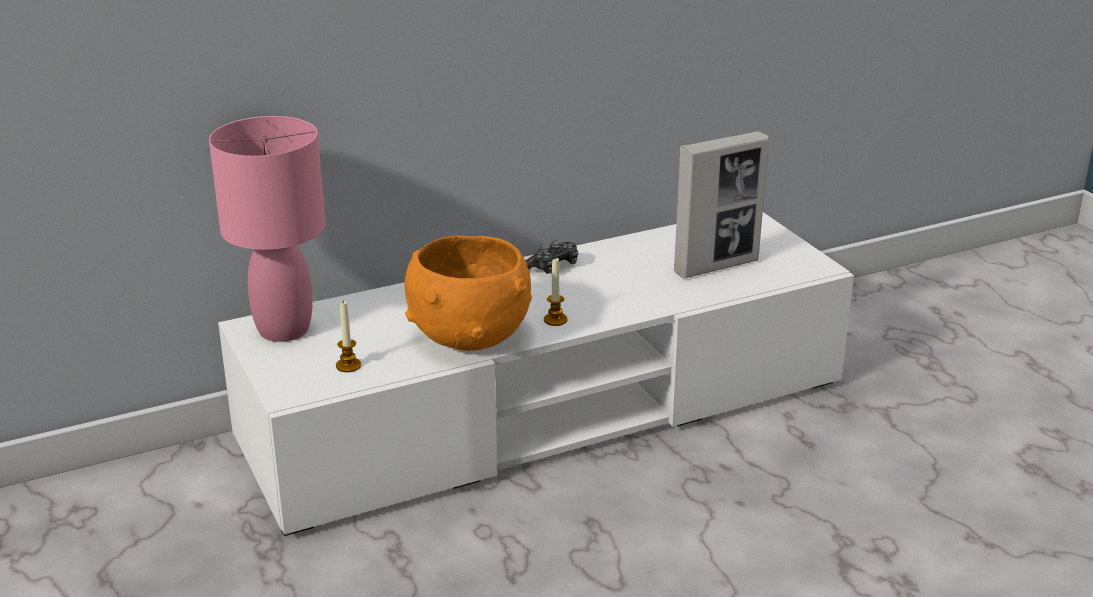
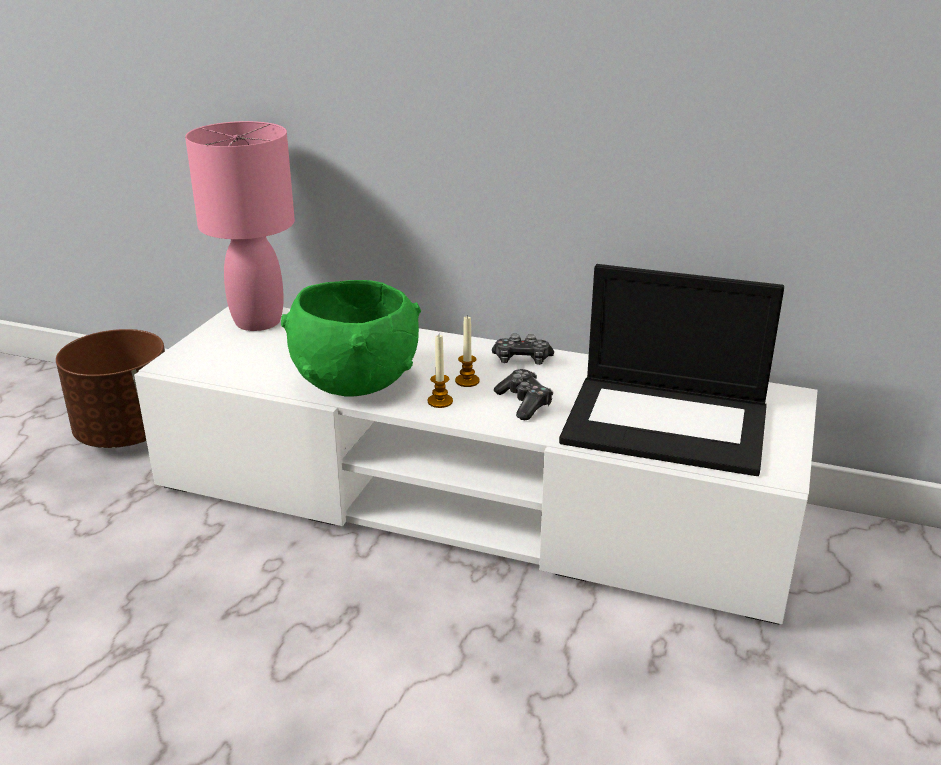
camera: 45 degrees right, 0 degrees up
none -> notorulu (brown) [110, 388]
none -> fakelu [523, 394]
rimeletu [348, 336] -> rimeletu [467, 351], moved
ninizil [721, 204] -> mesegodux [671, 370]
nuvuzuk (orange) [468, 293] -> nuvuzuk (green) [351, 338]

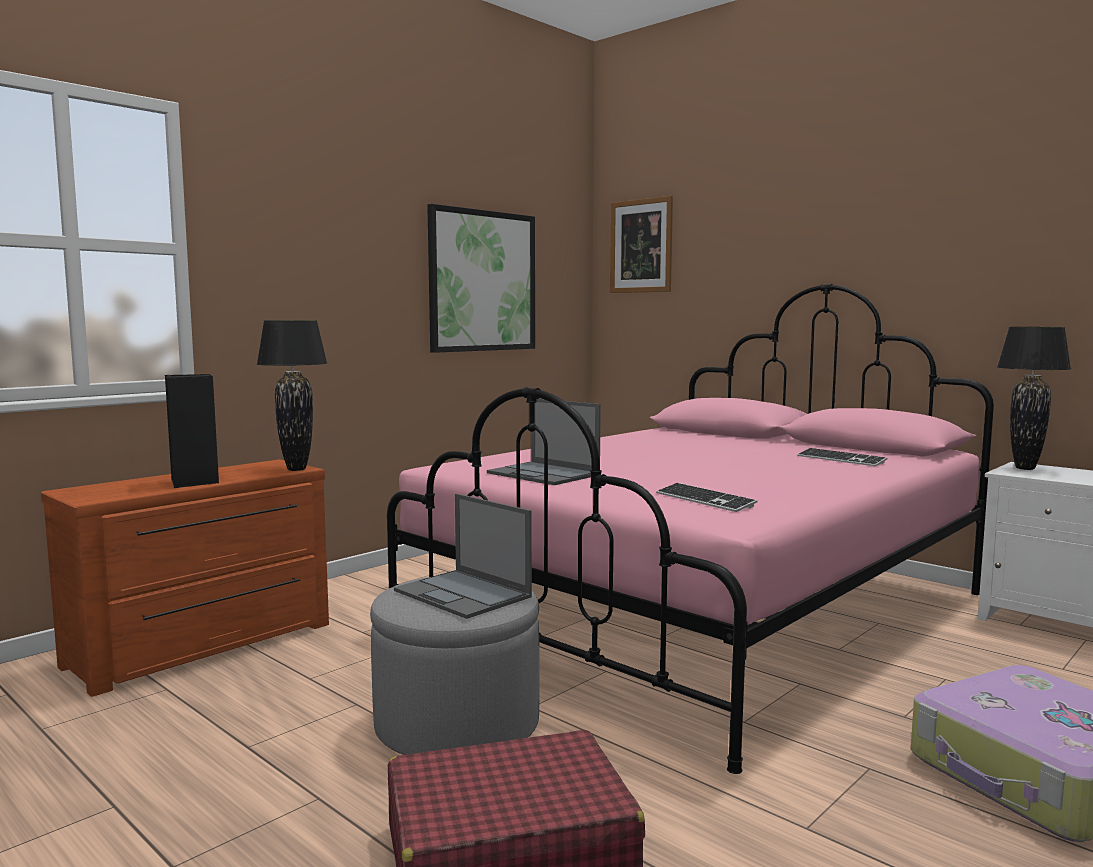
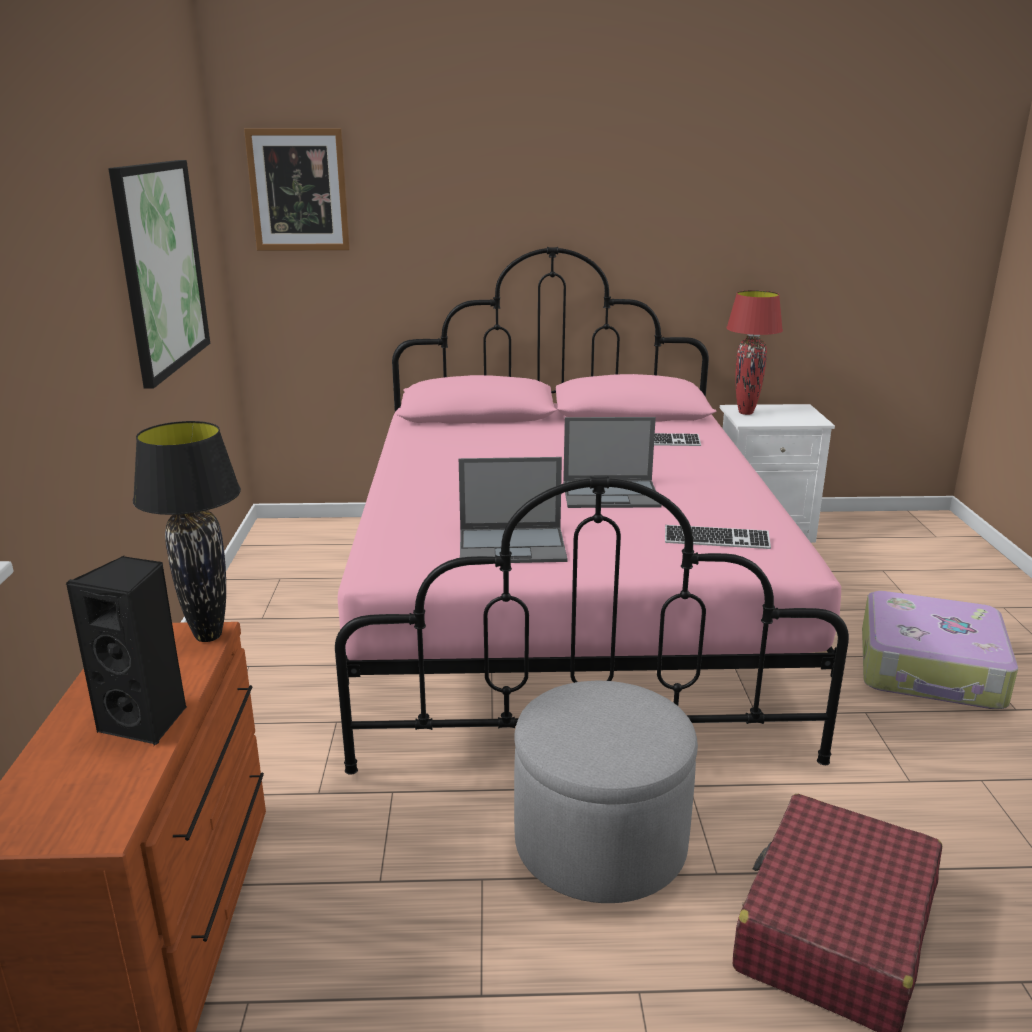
camera: 45 degrees left, 15 degrees up
mesegodux [463, 556] -> mesegodux [612, 462], moved
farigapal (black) [1034, 398] -> farigapal (red) [754, 352]

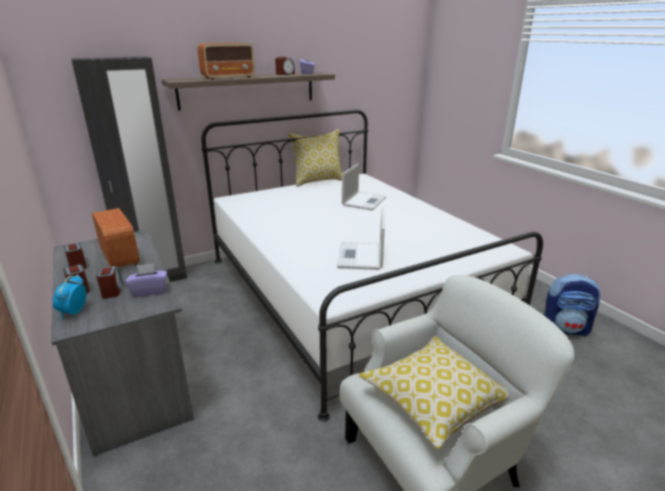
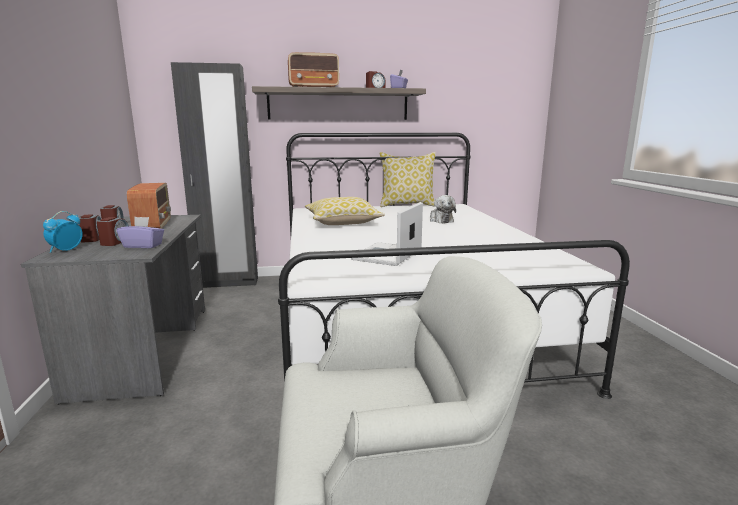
camera: 20 degrees right, 10 degrees down
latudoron [572, 305] -> none
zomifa [434, 392] -> zomifa [345, 211], moved
mesegodux [364, 187] -> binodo [443, 209]

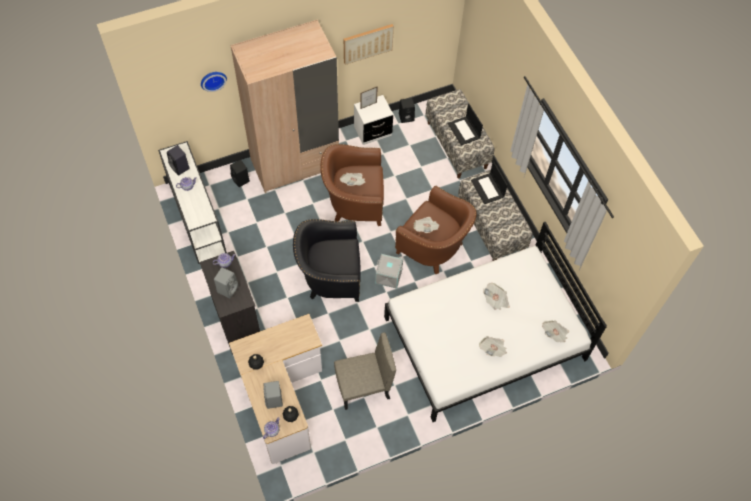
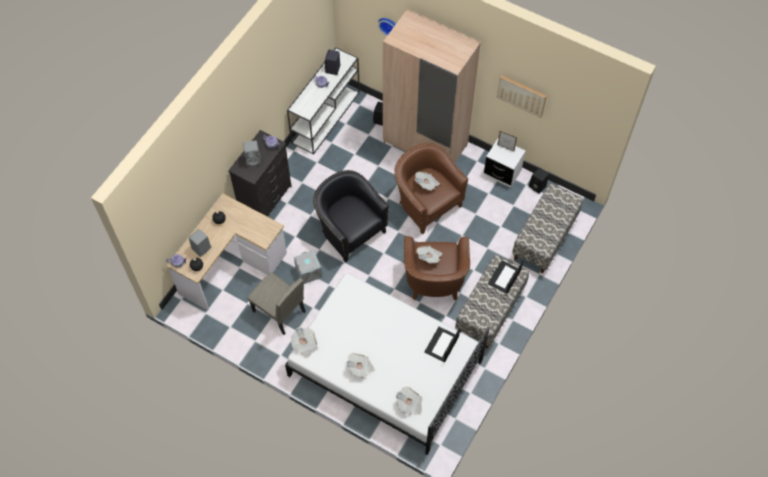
camera: 55 degrees right, 0 degrees up
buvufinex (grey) [389, 271] -> buvufinex (grey) [308, 267], moved
mesegodux [465, 125] -> mesegodux [442, 344], moved
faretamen [496, 296] -> faretamen [304, 343], moved

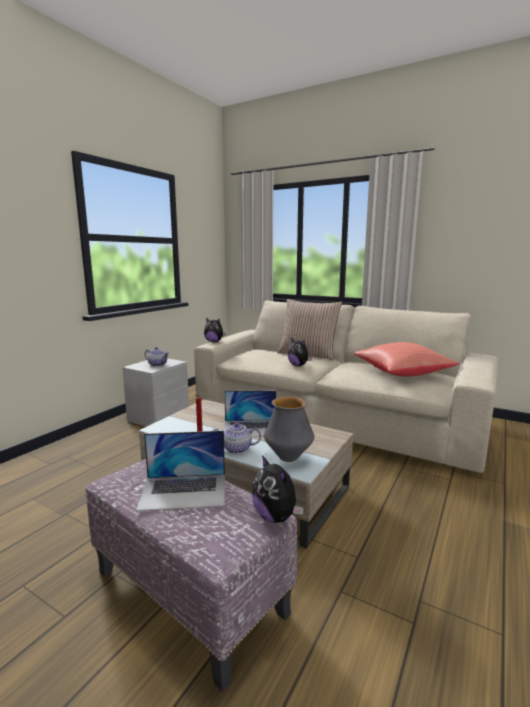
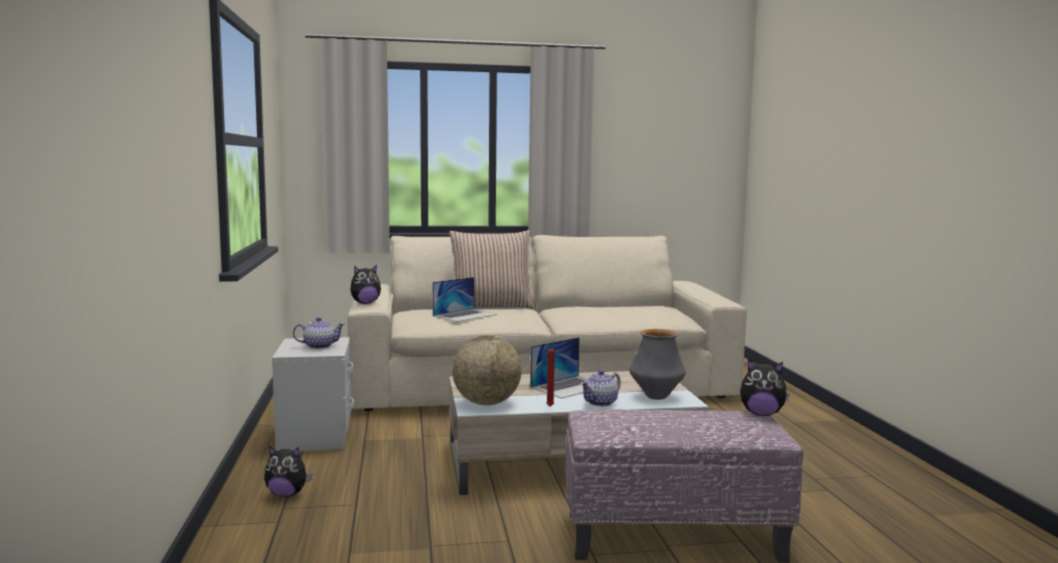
camera: 40 degrees left, 5 degrees down
zomifa (red) [406, 359] -> none
none -> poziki [487, 370]
mesegodux [180, 471] -> mesegodux [465, 299], moved
binodo [300, 352] -> binodo [288, 471], moved

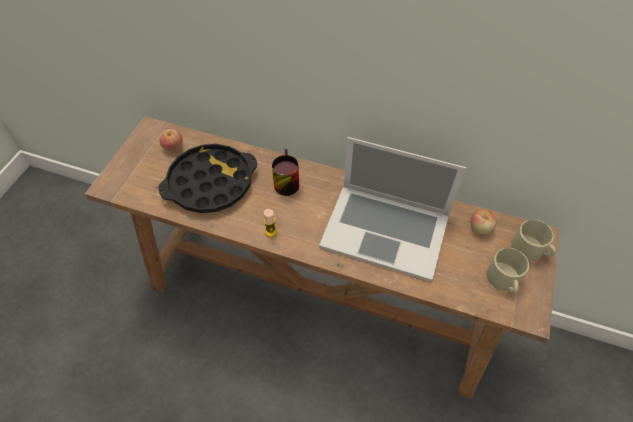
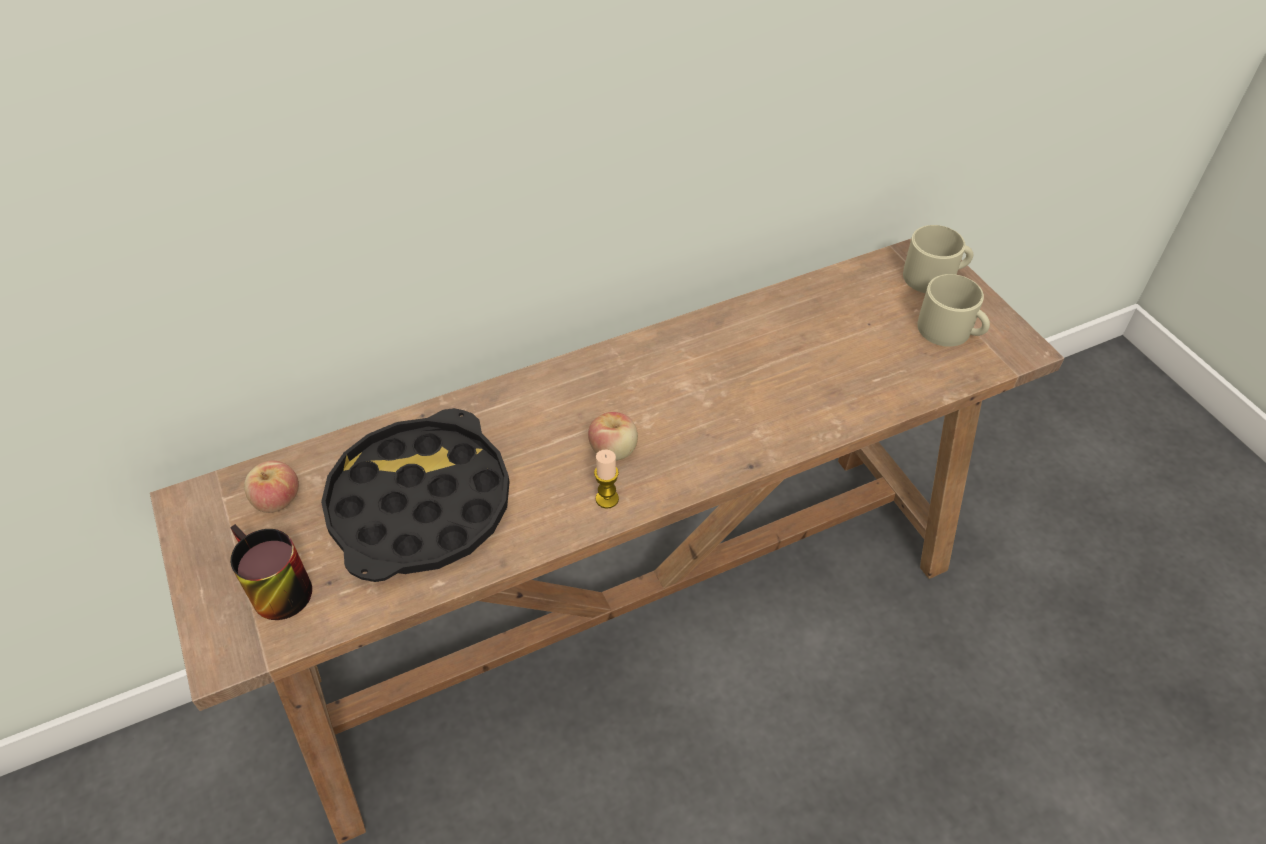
camera: 45 degrees left, 5 degrees down
mesegodux [392, 209] -> none
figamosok [285, 172] -> figamosok [271, 572], moved
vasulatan [483, 222] -> vasulatan [613, 436], moved

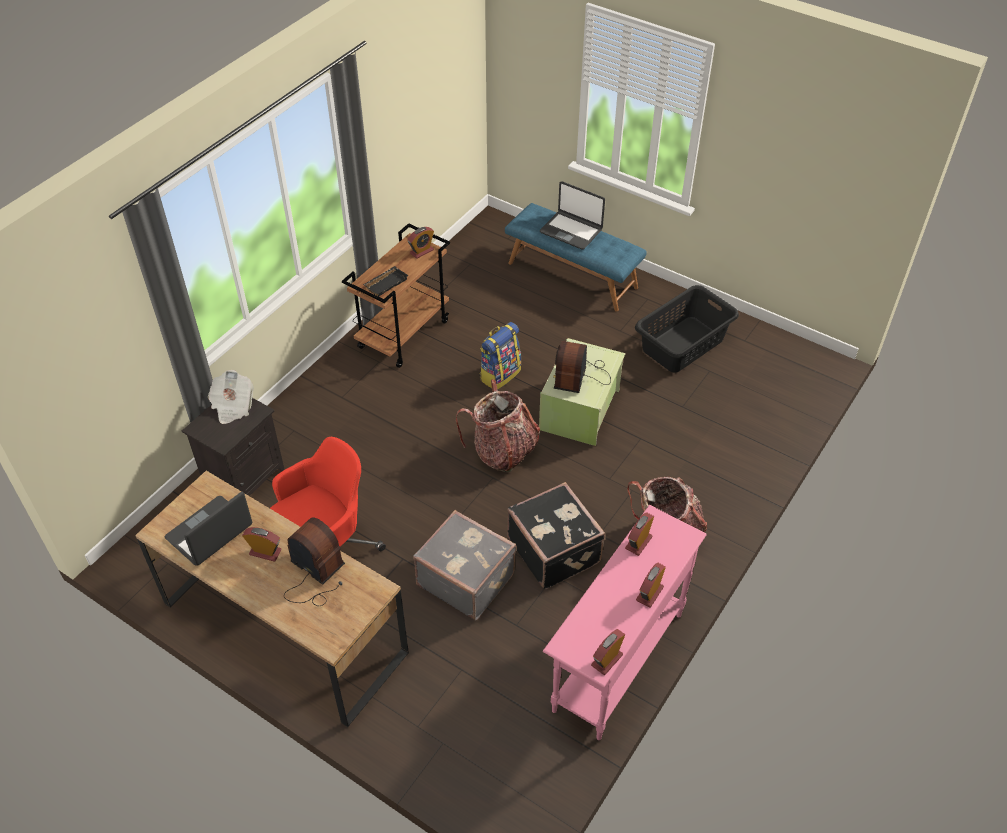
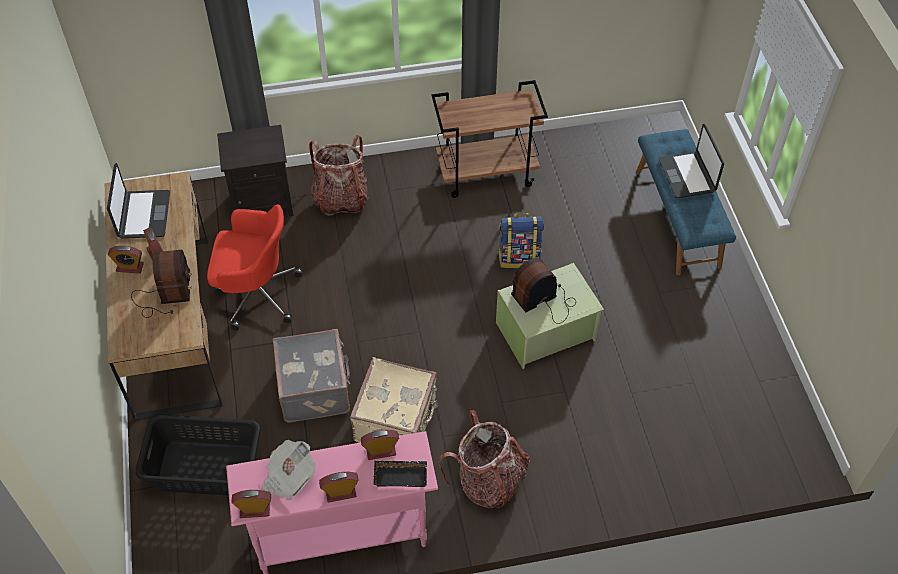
camera: 45 degrees right, 5 degrees up
faretamen [231, 397] -> faretamen [289, 470], moved
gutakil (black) [386, 281] -> gutakil (black) [400, 473], moved
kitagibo [420, 243] -> kitagibo [126, 259], moved
latudoron [498, 425] -> latudoron [338, 175], moved
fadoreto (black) [687, 329] -> fadoreto (black) [198, 455], moved
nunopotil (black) [556, 535] -> nunopotil (beige) [394, 400]
mesegodux [209, 529] -> mesegodux [138, 201], 90 degrees clockwise

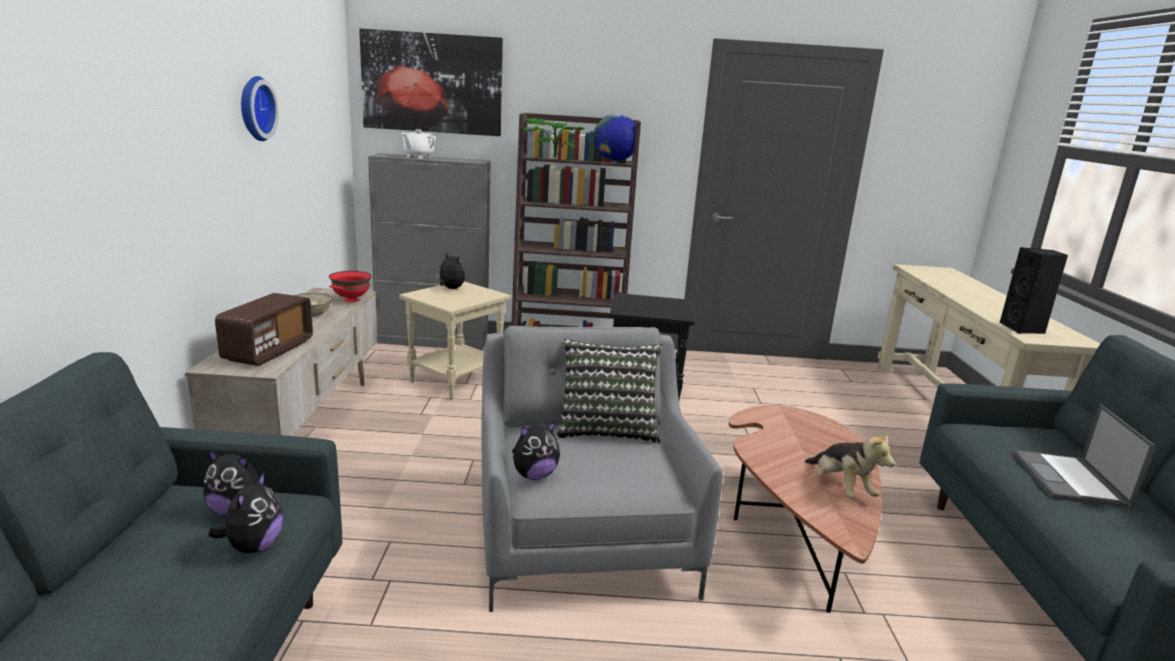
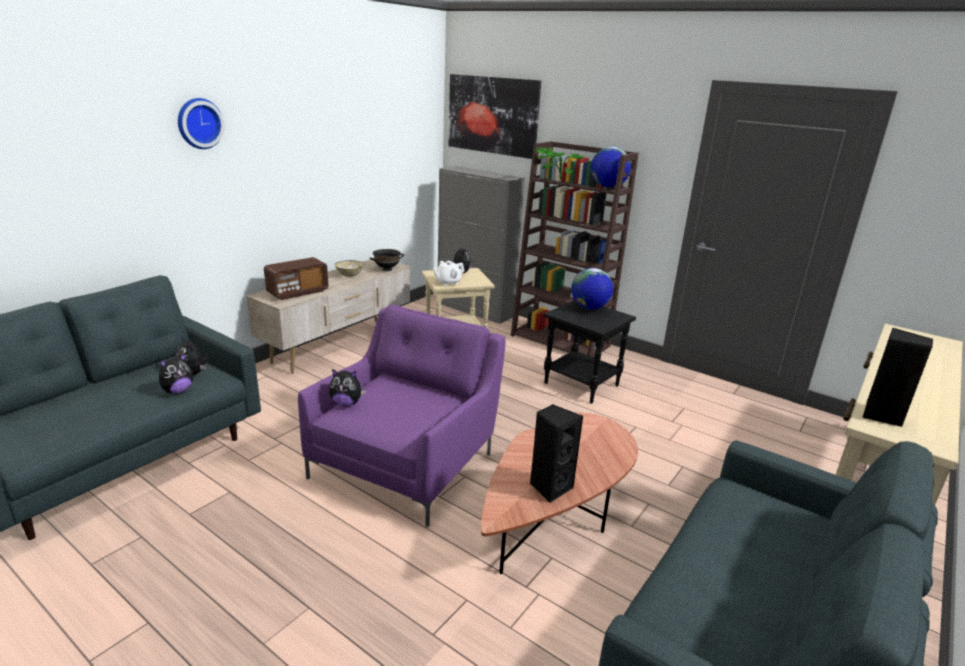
camera: 35 degrees right, 5 degrees up
zomifa [610, 391] -> none
mesegodux [1083, 456] -> none
none -> poziki [592, 289]
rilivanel [260, 108] -> rilivanel [201, 123], moved
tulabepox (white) [418, 144] -> tulabepox (white) [448, 273], moved
binodo [850, 464] -> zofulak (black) [556, 453]
nuvuzuk (red) [350, 286] -> nuvuzuk (black) [386, 260]
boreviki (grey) [602, 469] -> boreviki (purple) [402, 416]

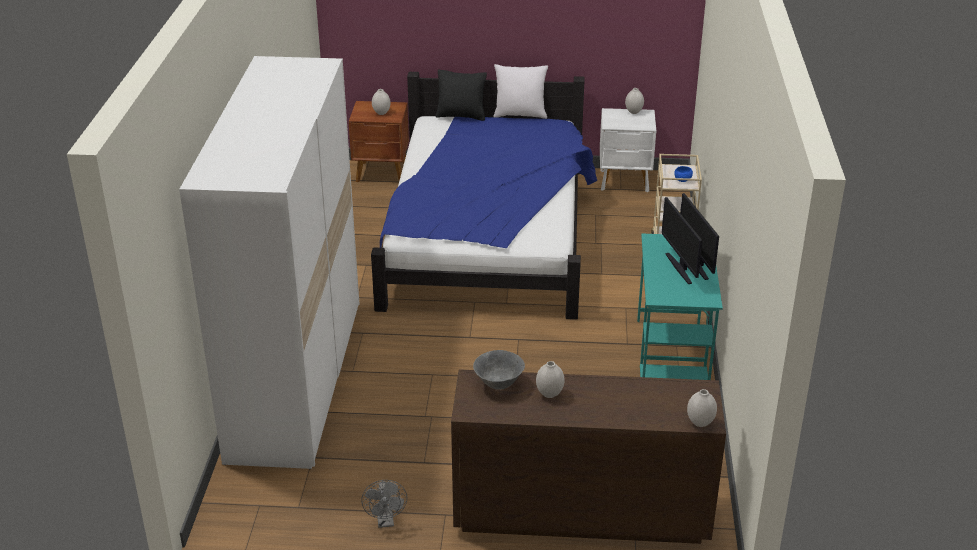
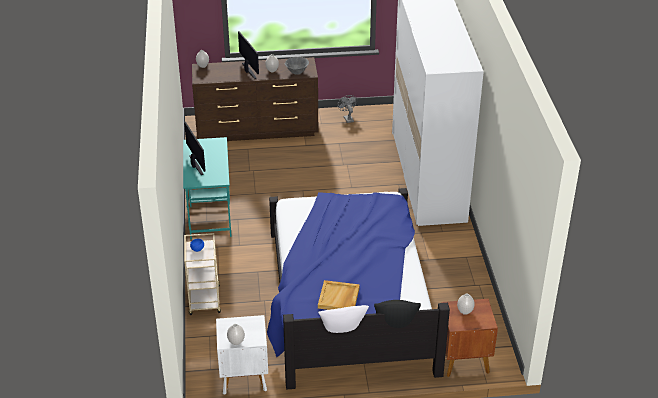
camera: 170 degrees right, 5 degrees up
none -> gutakil (beige) [339, 295]
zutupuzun [681, 240] -> zutupuzun [248, 55], moved

